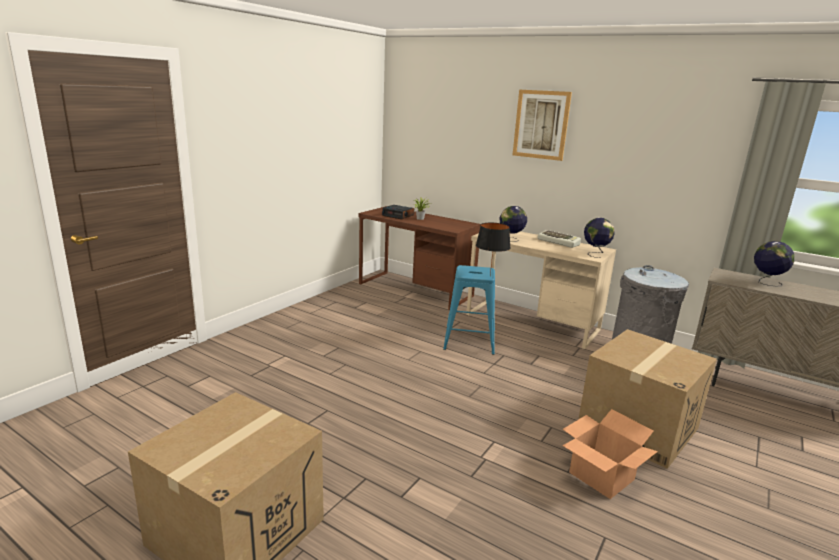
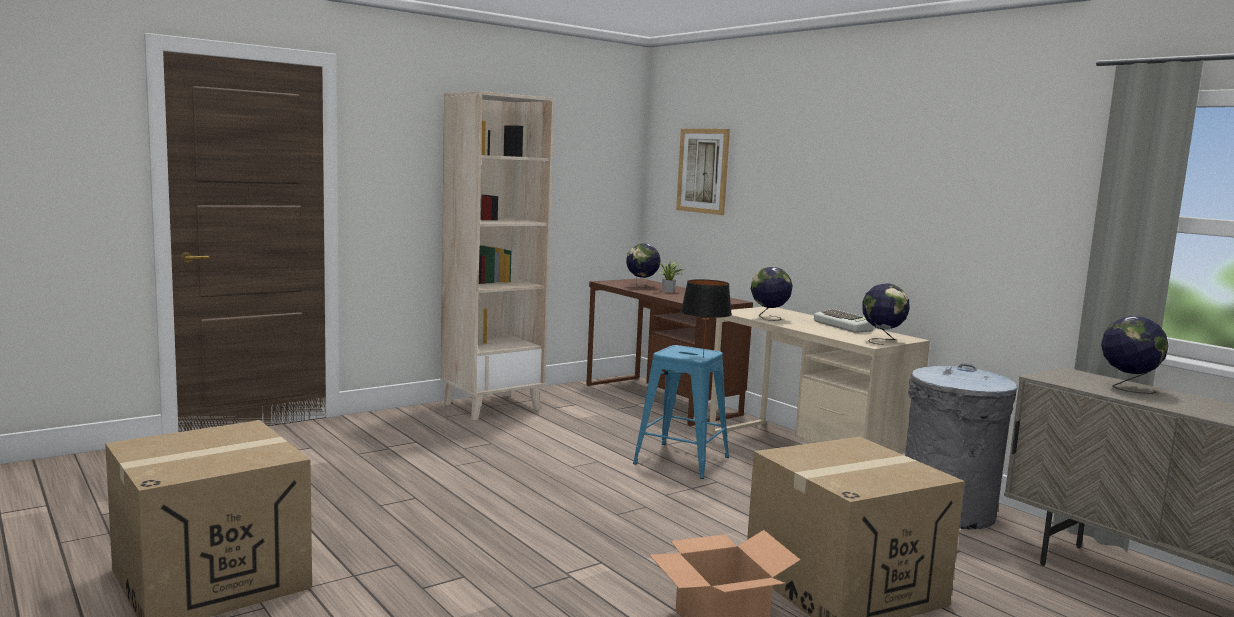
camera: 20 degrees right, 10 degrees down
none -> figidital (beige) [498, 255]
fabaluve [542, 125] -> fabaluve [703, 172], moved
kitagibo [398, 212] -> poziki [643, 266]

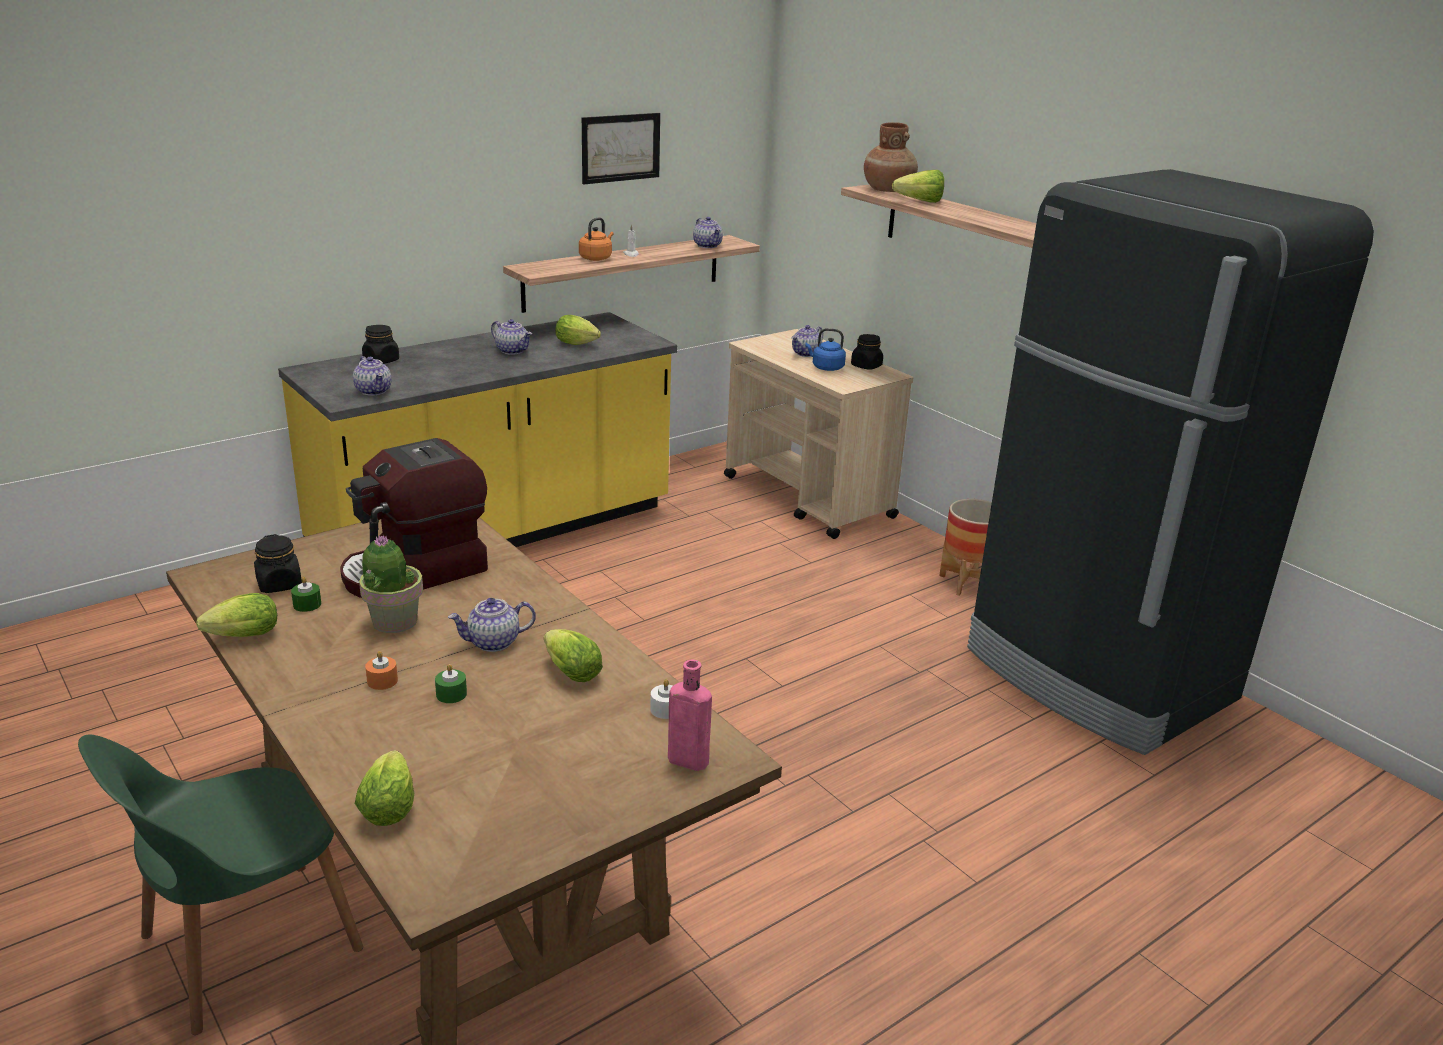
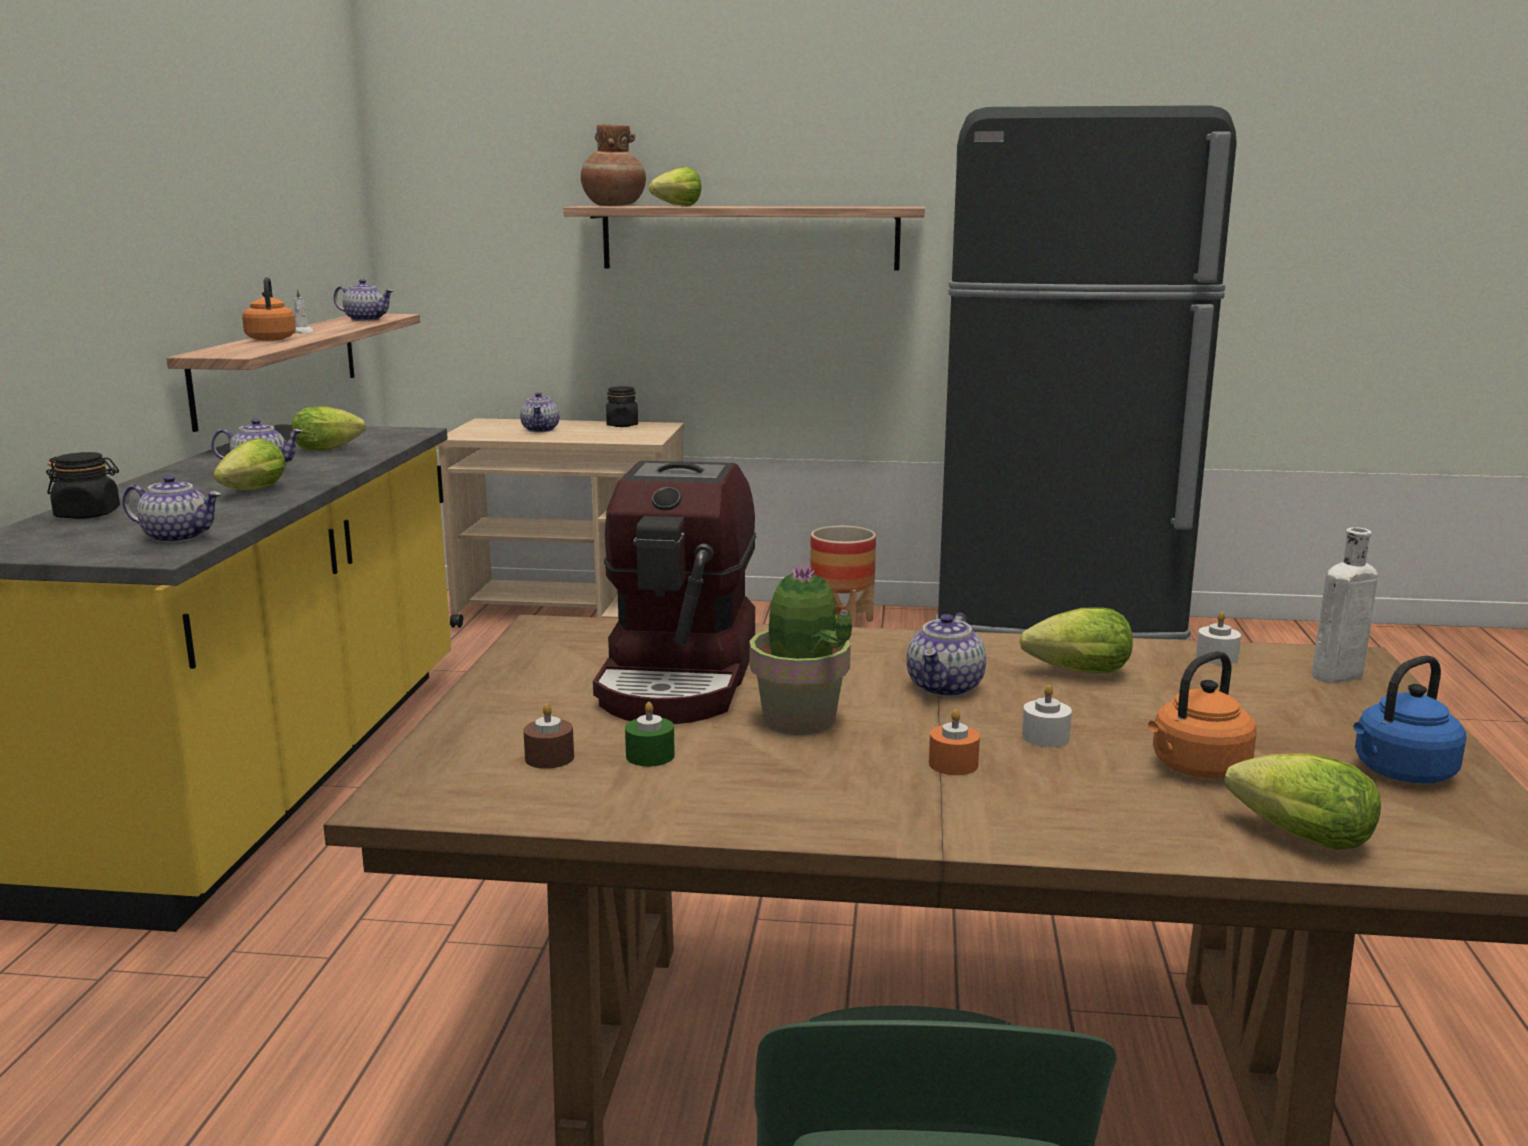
camera: 45 degrees left, 10 degrees down
fabaluve [621, 148] -> none
none -> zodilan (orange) [1202, 715]
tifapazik [236, 615] -> tifapazik [249, 464], moved
zodilan (blue) [825, 349] -> zodilan (blue) [1409, 719], moved
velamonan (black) [278, 563] -> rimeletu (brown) [548, 736]
rimeletu (green) [451, 683] -> rimeletu (white) [1047, 716]
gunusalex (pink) [690, 715] -> gunusalex (white) [1345, 605]

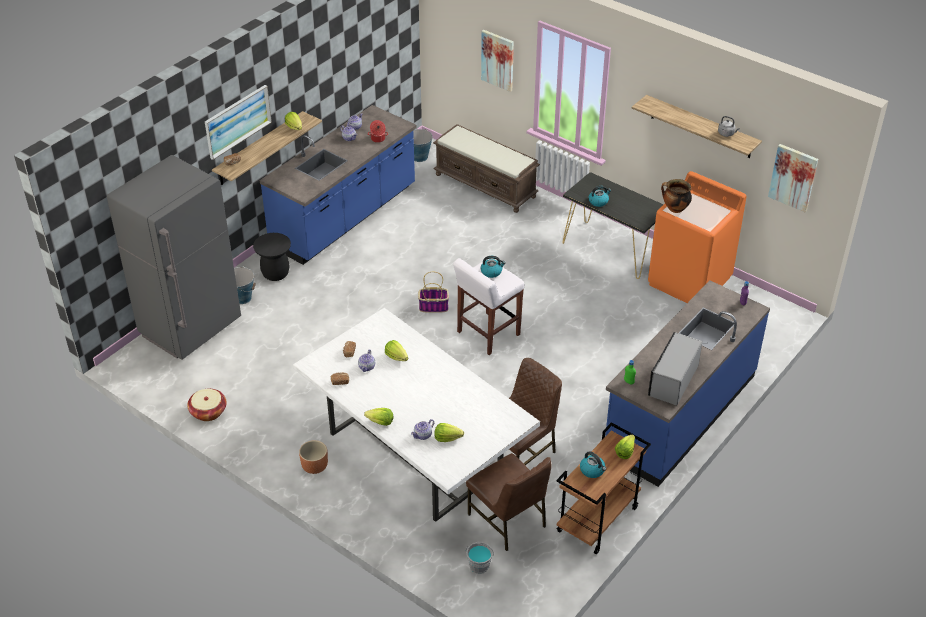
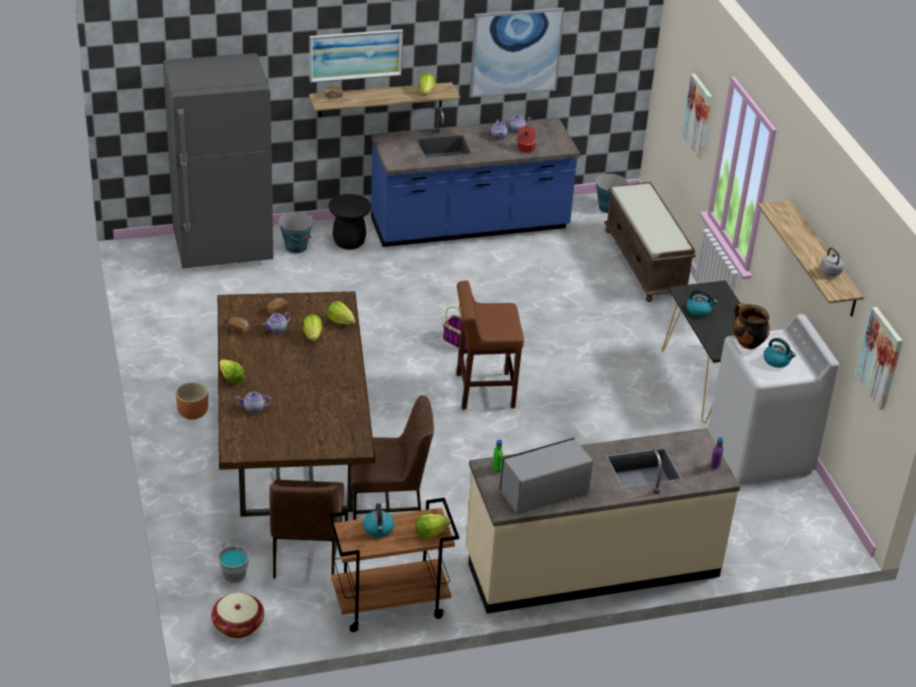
camera: 35 degrees right, 5 degrees down
none -> fabaluve [516, 53]
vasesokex [207, 405] -> vasesokex [237, 615], moved
tifapazik [449, 432] -> tifapazik [341, 313], moved
zodilan [493, 267] -> zodilan [779, 353], moved
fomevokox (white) [416, 415] -> fomevokox (brown) [296, 404]
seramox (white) [489, 306] -> seramox (brown) [490, 345]
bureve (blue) [687, 383] -> bureve (beige) [603, 521]
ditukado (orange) [697, 237] -> ditukado (white) [773, 399]

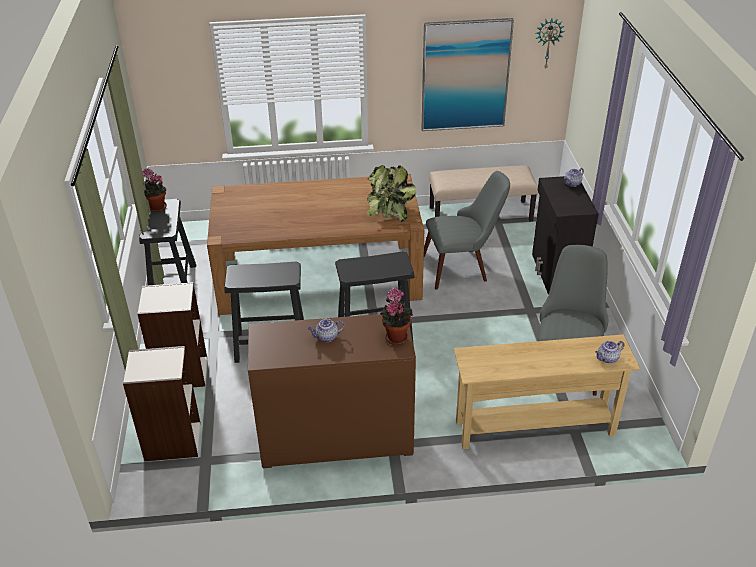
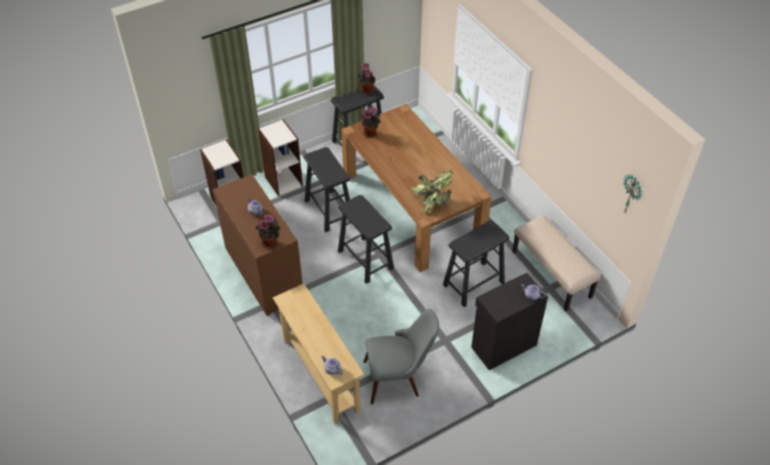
camera: 65 degrees right, 10 degrees up
fabaluve [468, 74] -> none
none -> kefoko [371, 122]
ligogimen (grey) [467, 230] -> seramox (black) [476, 263]

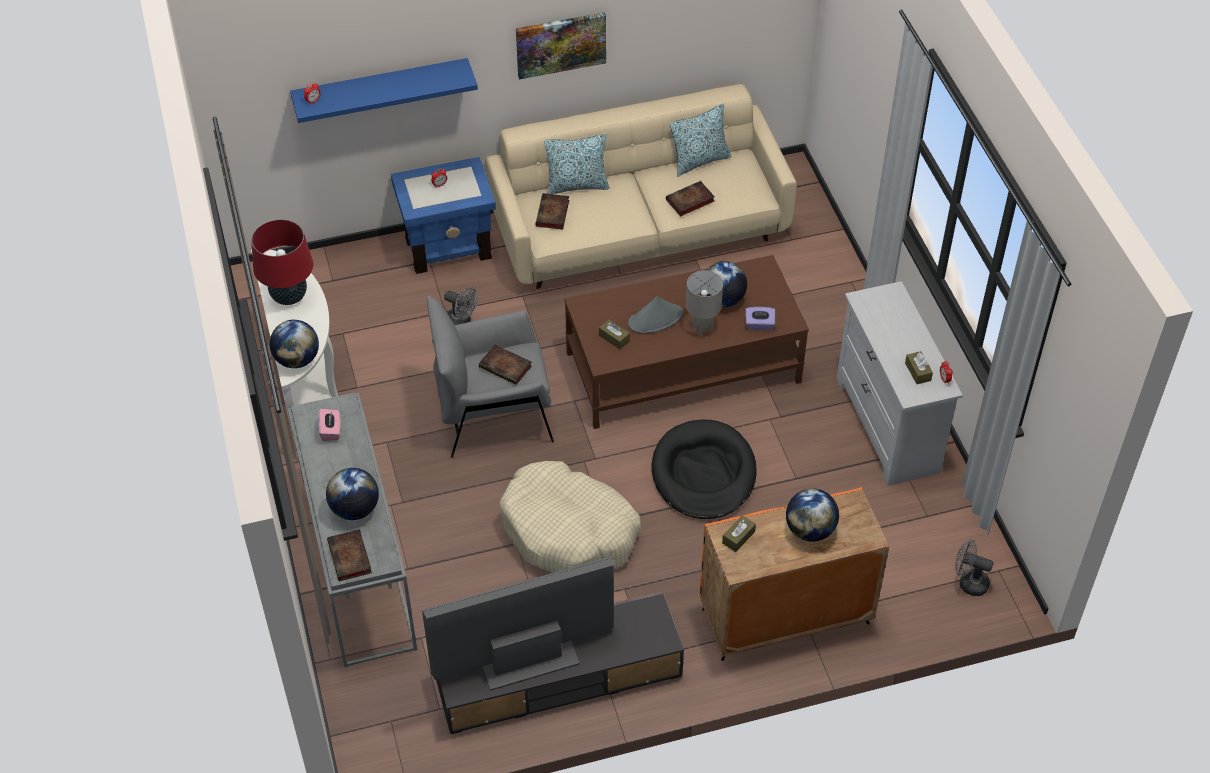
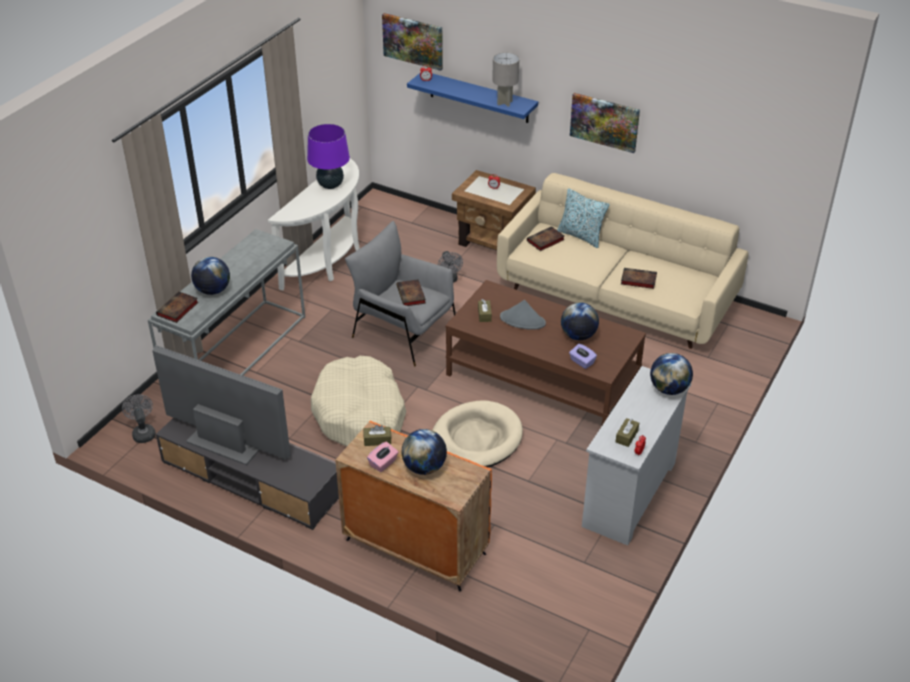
camera: 45 degrees right, 10 degrees down
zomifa [700, 140] -> none
none -> fabaluve [412, 42]
poziki [294, 344] -> poziki [671, 374], moved
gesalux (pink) [329, 425] -> gesalux (pink) [383, 457], moved
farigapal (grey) [704, 303] -> farigapal (grey) [505, 79], moved
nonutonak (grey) [974, 567] -> nonutonak (grey) [139, 418], moved
farigapal (red) [282, 262] -> farigapal (purple) [328, 156]
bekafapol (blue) [443, 215] -> bekafapol (brown) [494, 210]
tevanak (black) [704, 469] -> tevanak (beige) [477, 433]

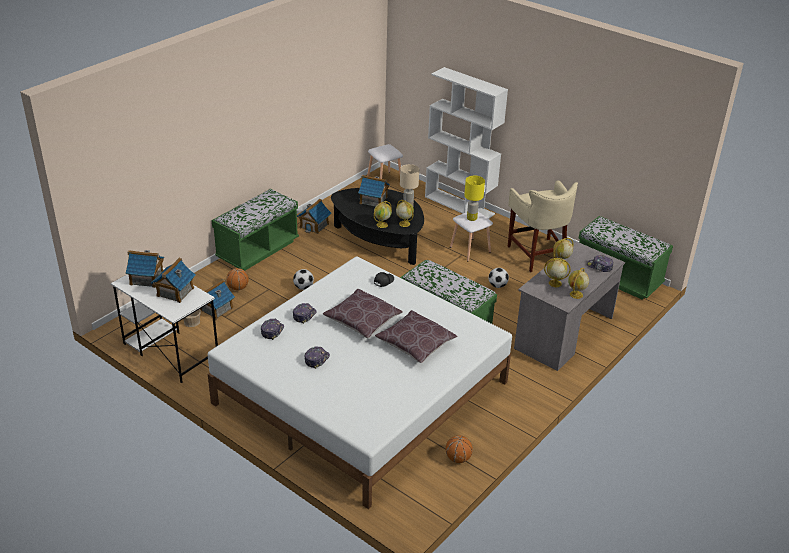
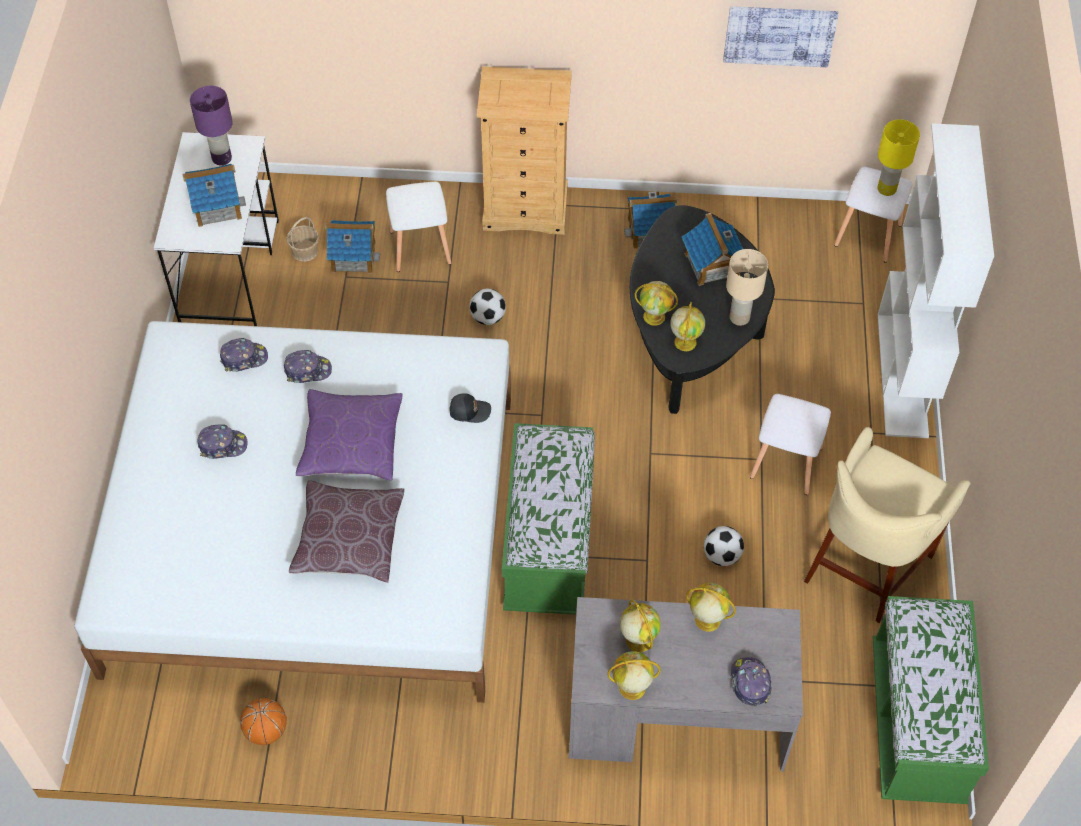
camera: 55 degrees right, 20 degrees up
none -> fabaluve [781, 36]
farigapal (yellow) [474, 198] -> farigapal (yellow) [898, 157], moved
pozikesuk [145, 269] -> farigapal (purple) [211, 126]
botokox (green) [255, 230] -> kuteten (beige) [524, 151]
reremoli [237, 279] -> seramox (white) [418, 227]
zomifa (brown) [363, 313] -> zomifa (purple) [349, 435]

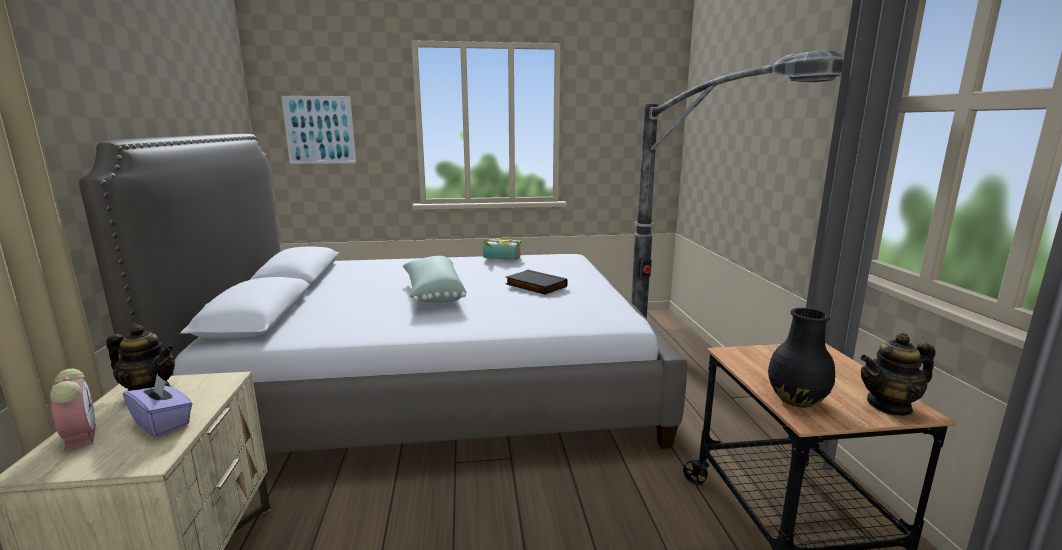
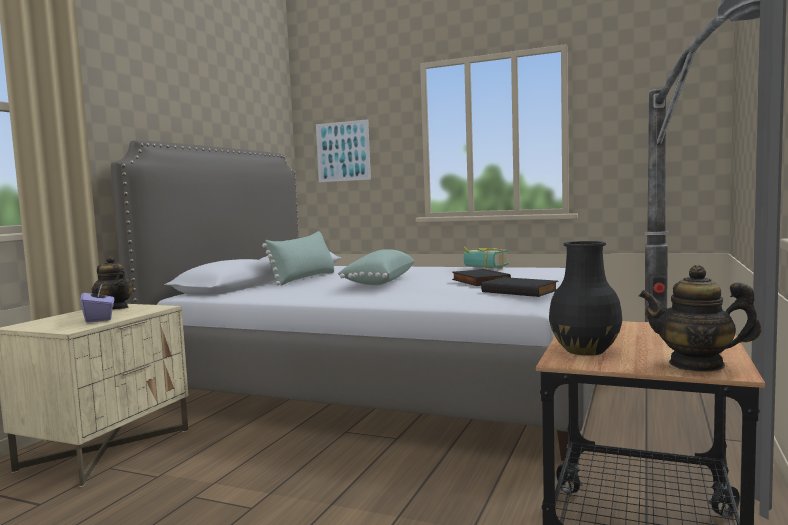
camera: 30 degrees right, 10 degrees down
kitagibo [70, 410] -> none
none -> zomifa (green) [298, 258]
none -> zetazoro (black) [519, 287]

